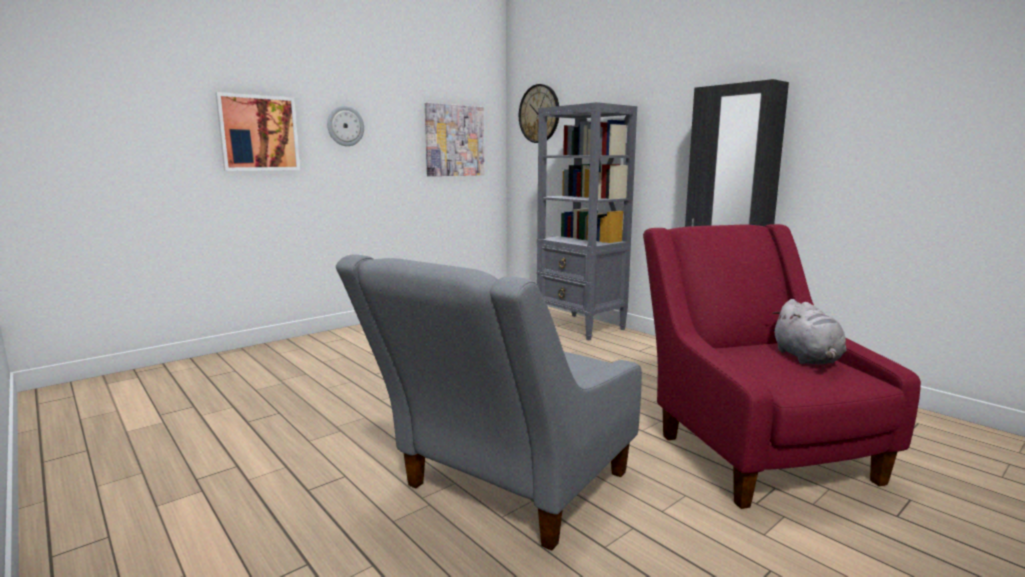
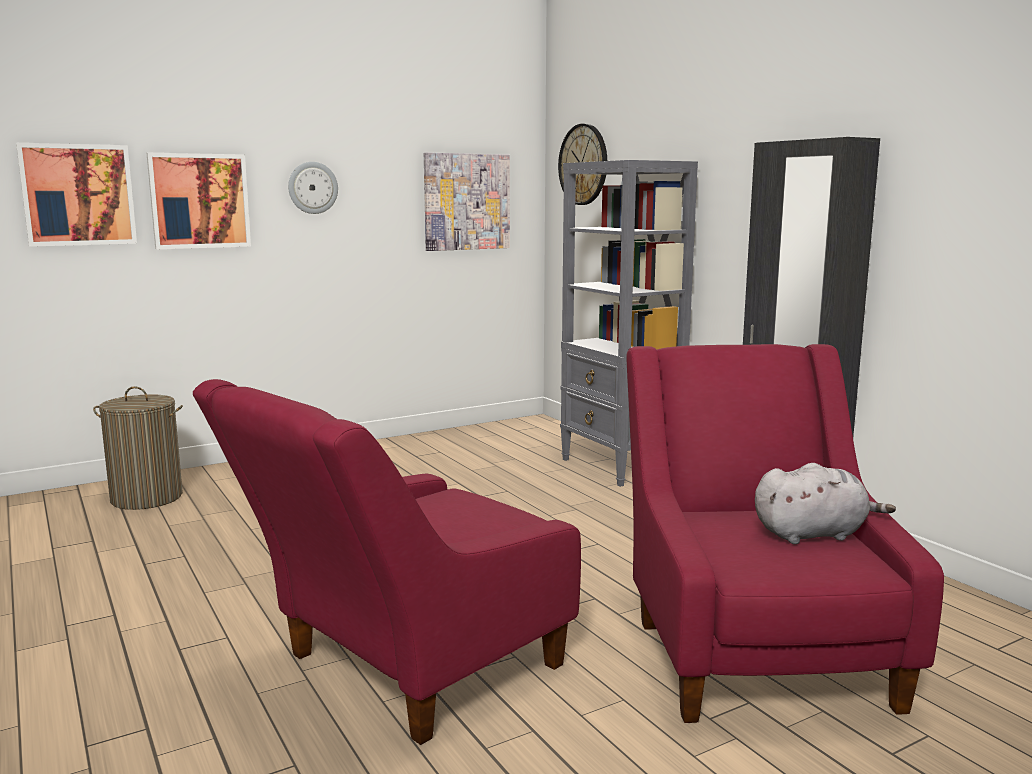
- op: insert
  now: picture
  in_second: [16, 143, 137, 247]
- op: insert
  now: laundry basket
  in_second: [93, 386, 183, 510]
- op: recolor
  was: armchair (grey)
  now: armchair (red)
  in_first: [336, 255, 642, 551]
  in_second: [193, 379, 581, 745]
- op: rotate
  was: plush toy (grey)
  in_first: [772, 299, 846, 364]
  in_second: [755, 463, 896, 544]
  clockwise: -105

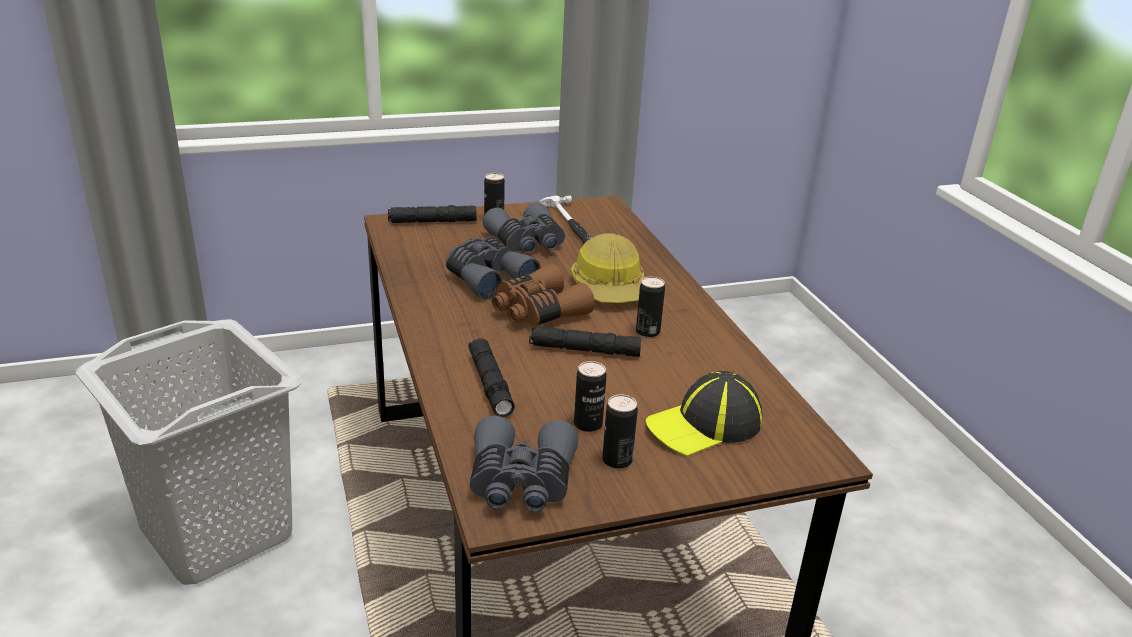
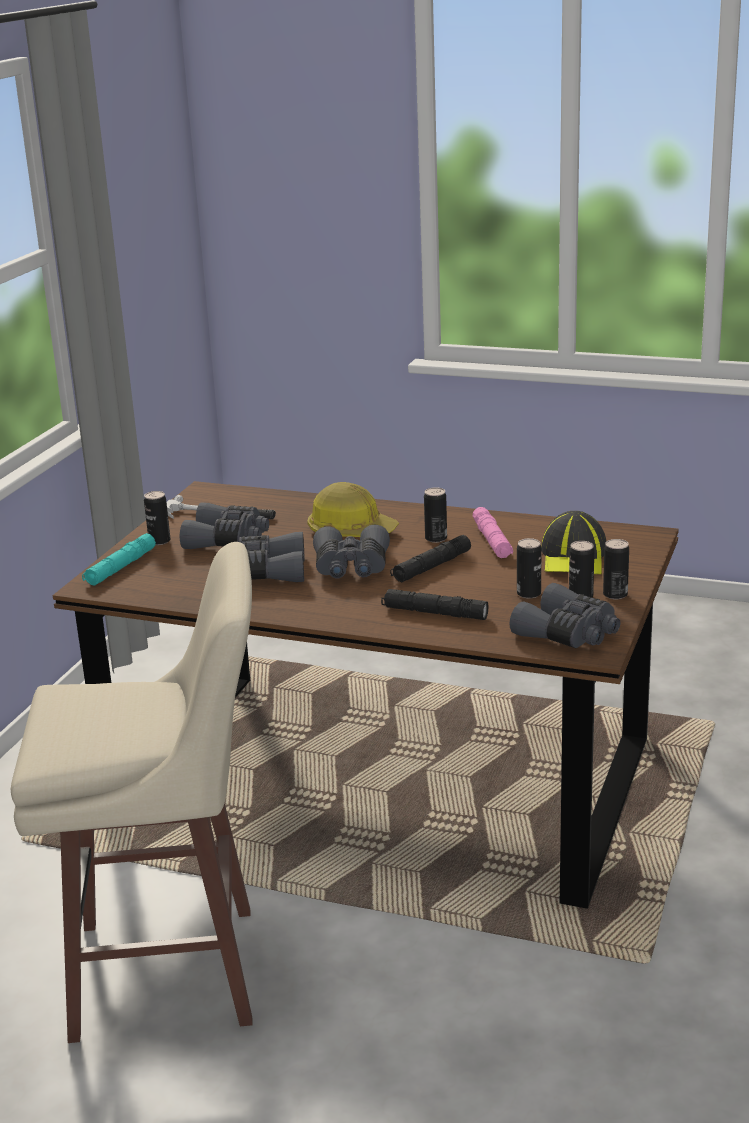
- op: insert
  now: flashlight (pink)
  in_second: [473, 507, 513, 558]
- op: insert
  now: can
  in_second: [603, 539, 629, 599]
- op: replace
  was: laundry basket (grey)
  now: stool (beige)
  in_first: [76, 319, 302, 585]
  in_second: [11, 542, 253, 1043]
- op: recolor
  was: flashlight (black)
  now: flashlight (turquoise)
  in_first: [388, 205, 477, 223]
  in_second: [82, 533, 156, 586]
- op: recolor
  was: binoculars (brown)
  now: binoculars (grey)
  in_first: [492, 264, 595, 326]
  in_second: [313, 525, 390, 578]

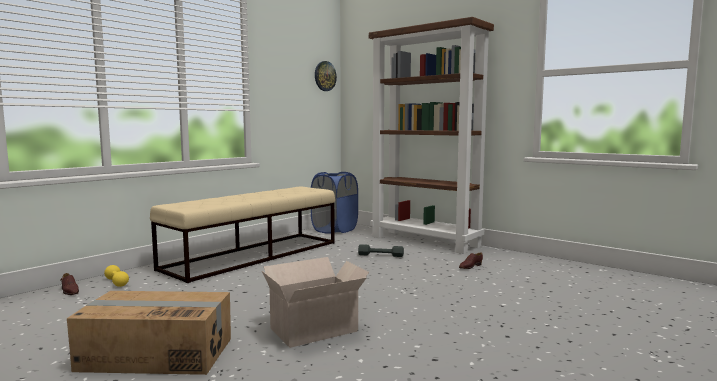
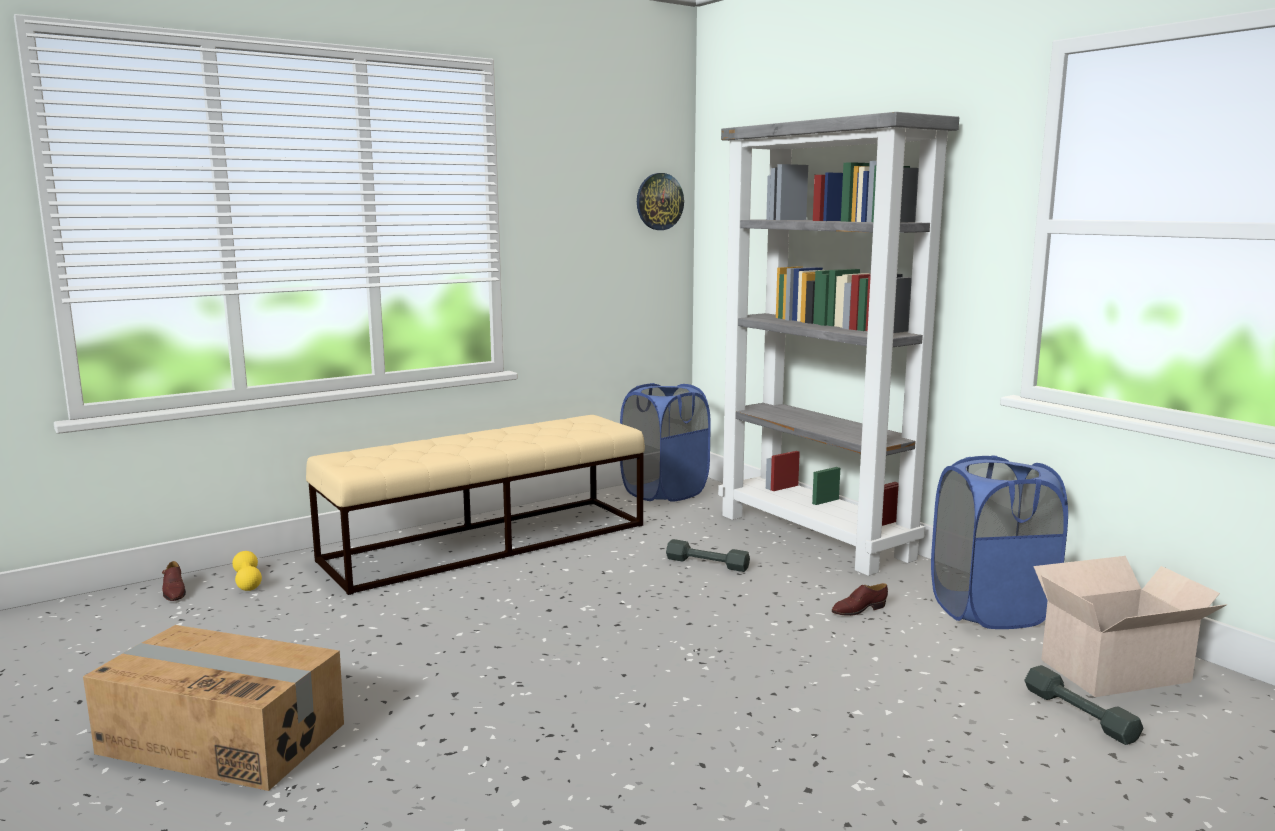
- op: insert
  now: laundry basket (blue)
  in_second: [931, 455, 1068, 629]
- op: insert
  now: dumbbell (grey)
  in_second: [1024, 665, 1143, 745]
- op: move
  was: cardboard box
  in_first: [262, 257, 369, 348]
  in_second: [1033, 556, 1227, 697]
- op: recolor
  was: bookcase (brown)
  now: bookcase (grey)
  in_first: [369, 17, 494, 254]
  in_second: [718, 112, 959, 576]

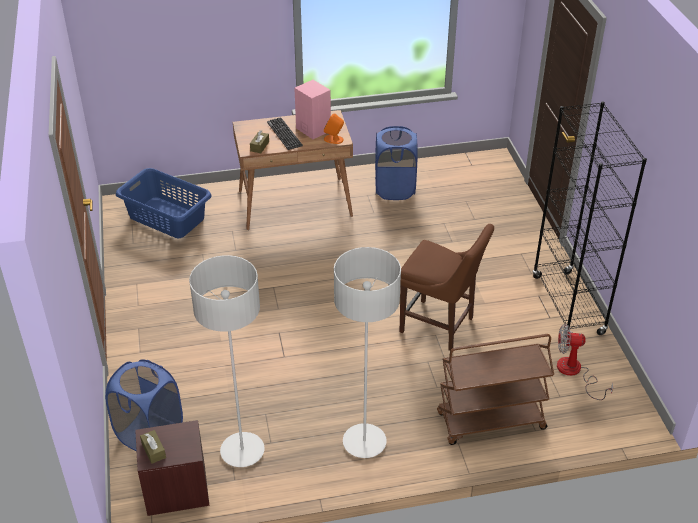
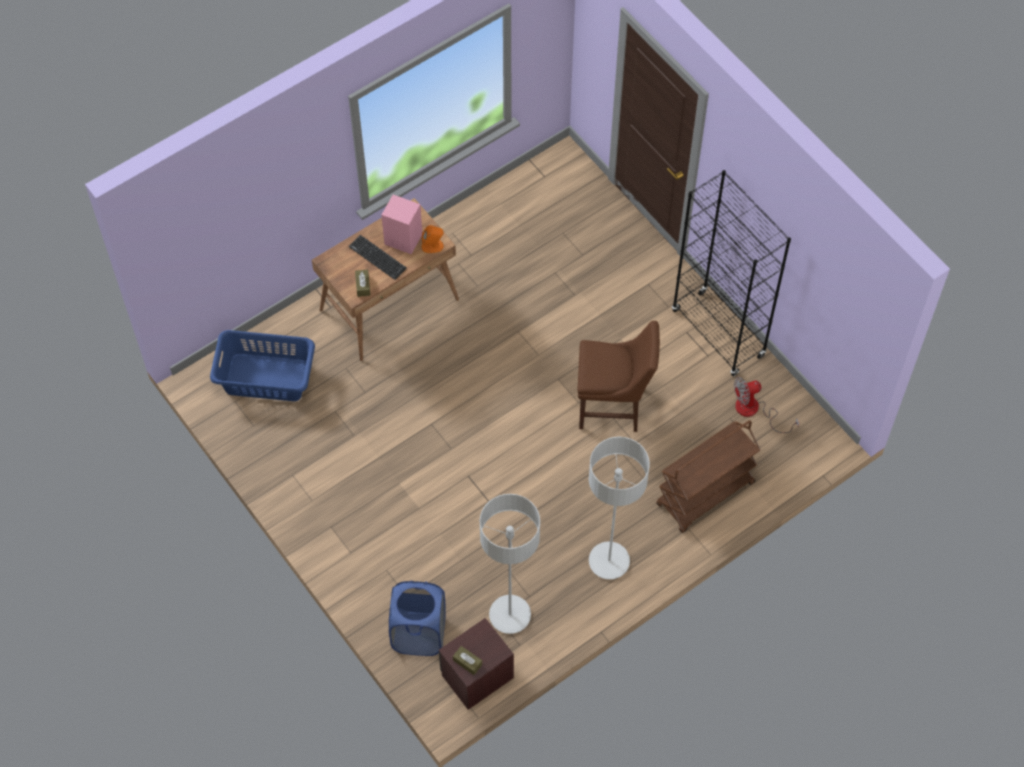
- op: delete
  was: laundry basket (blue)
  in_first: [375, 126, 418, 200]

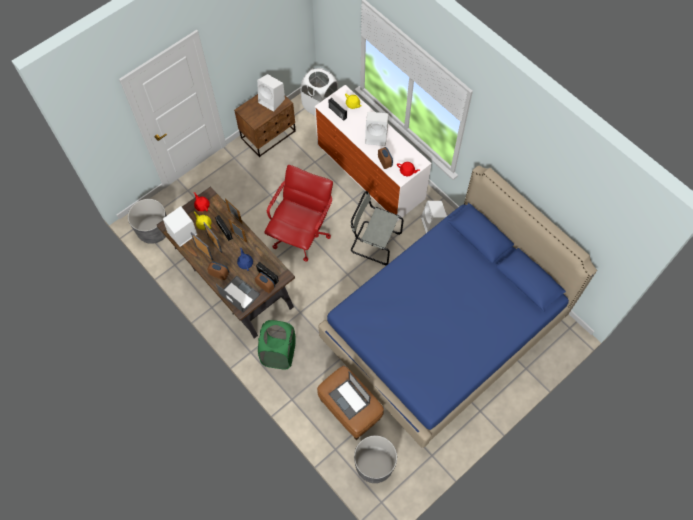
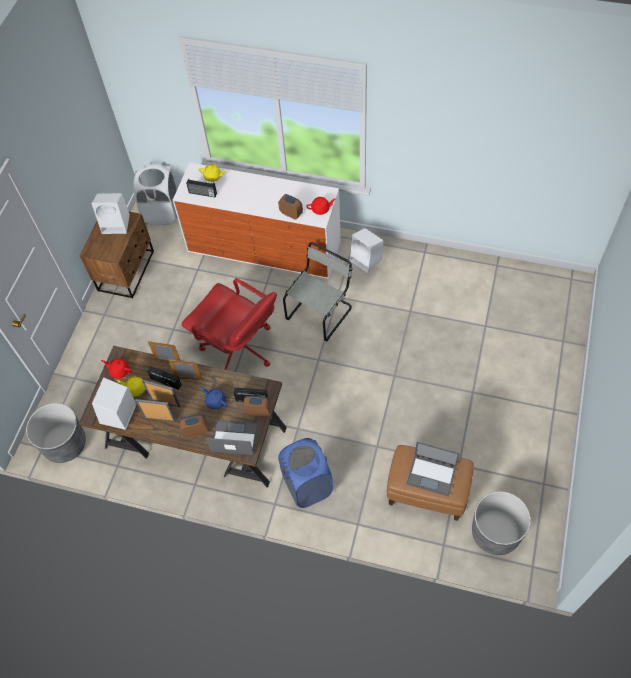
- op: delete
  was: bed (blue)
  in_first: [318, 166, 597, 448]
- op: delete
  was: speaker (white)
  in_first: [365, 112, 389, 146]
- op: recolor
  was: laundry basket (green)
  now: laundry basket (blue)
  in_first: [258, 320, 296, 370]
  in_second: [278, 438, 333, 508]
- op: rotate
  was: office chair (red)
  in_first: [264, 165, 333, 262]
  in_second: [182, 278, 277, 370]
  clockwise: 135
- op: rotate
  was: chair (grey)
  in_first: [351, 191, 404, 265]
  in_second: [283, 242, 352, 342]
  clockwise: 135

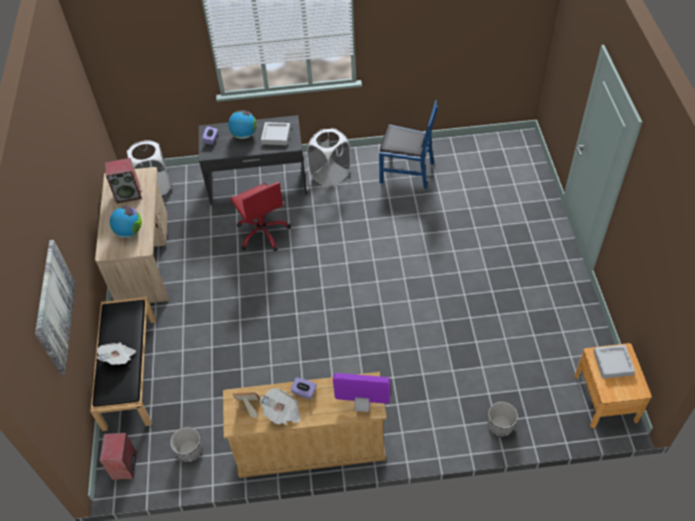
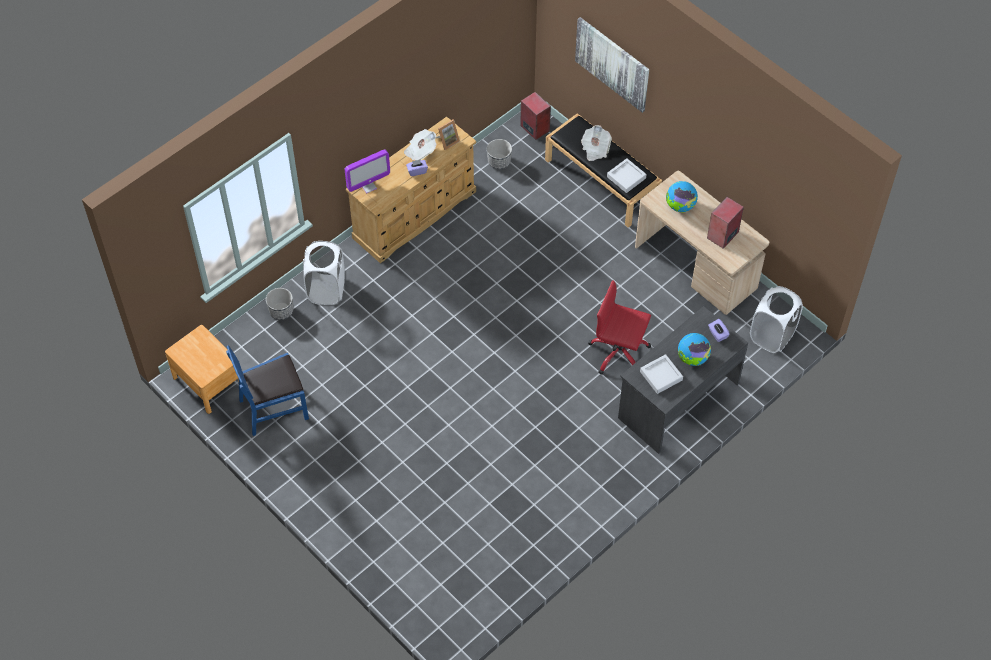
- op: move
  was: laundry basket (white)
  in_first: [307, 128, 351, 187]
  in_second: [303, 241, 345, 305]
- op: move
  was: chair (blue)
  in_first: [379, 100, 438, 189]
  in_second: [226, 345, 309, 436]
- op: move
  was: tray (grey)
  in_first: [593, 345, 635, 379]
  in_second: [607, 158, 647, 193]

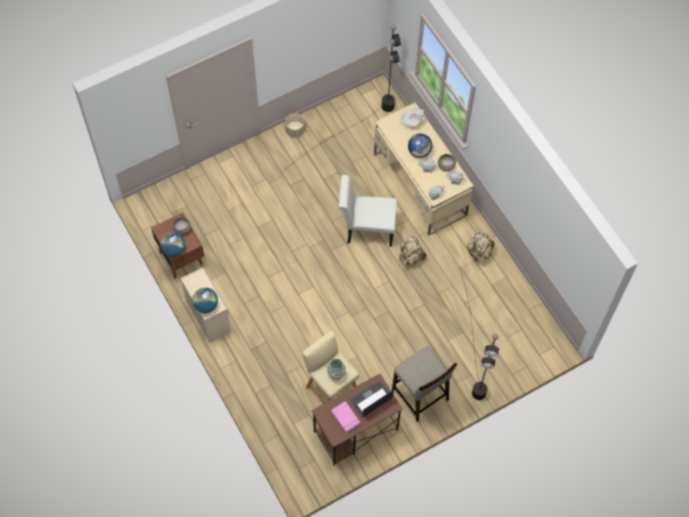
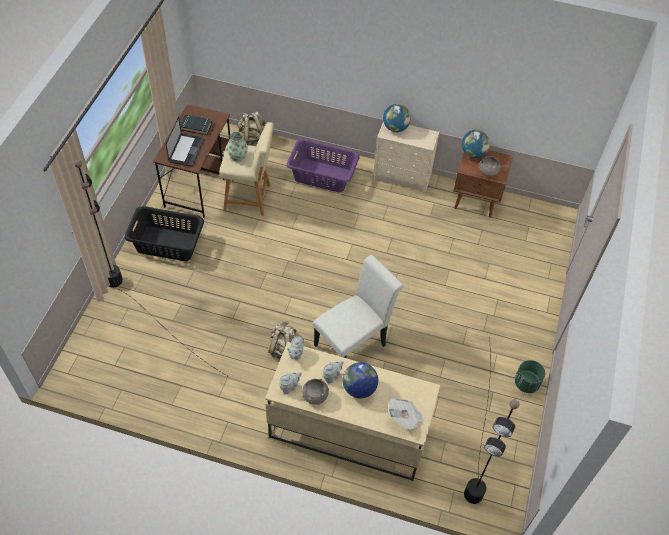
- op: insert
  now: laundry basket (purple)
  in_second: [286, 139, 360, 193]
- op: move
  was: backpack (beige)
  in_first: [467, 233, 494, 262]
  in_second: [238, 111, 265, 145]
- op: replace
  was: stool (beige)
  now: laundry basket (black)
  in_first: [392, 346, 457, 422]
  in_second: [125, 206, 204, 261]
- op: recolor
  was: planter (beige)
  now: planter (green)
  in_first: [285, 113, 305, 138]
  in_second: [515, 360, 545, 393]
- op: recolor
  was: book (pink)
  now: book (black)
  in_first: [331, 401, 360, 433]
  in_second: [180, 114, 212, 135]

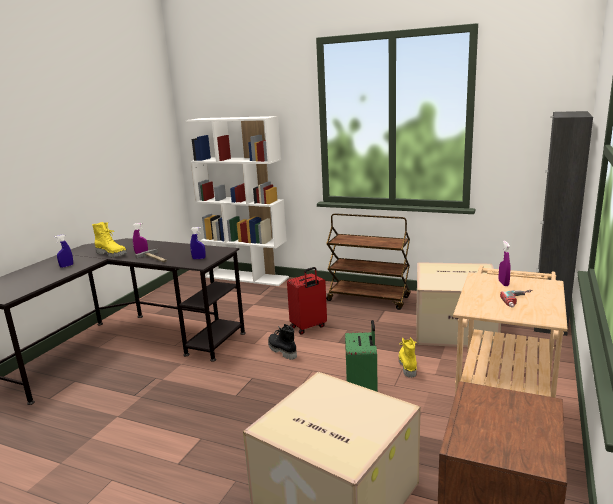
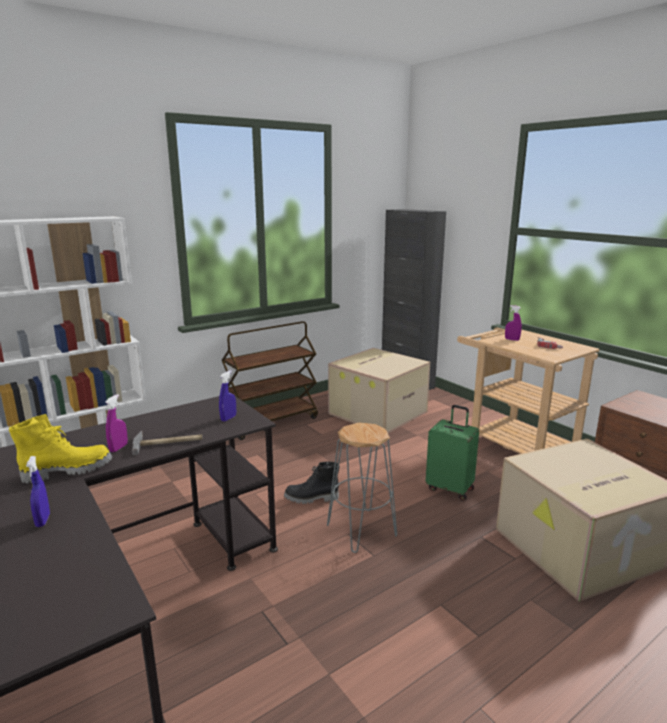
- op: delete
  was: suitcase (red)
  in_first: [287, 267, 327, 335]
- op: delete
  was: boot (yellow)
  in_first: [399, 337, 417, 378]
- op: insert
  now: stool (grey)
  in_second: [327, 422, 397, 553]

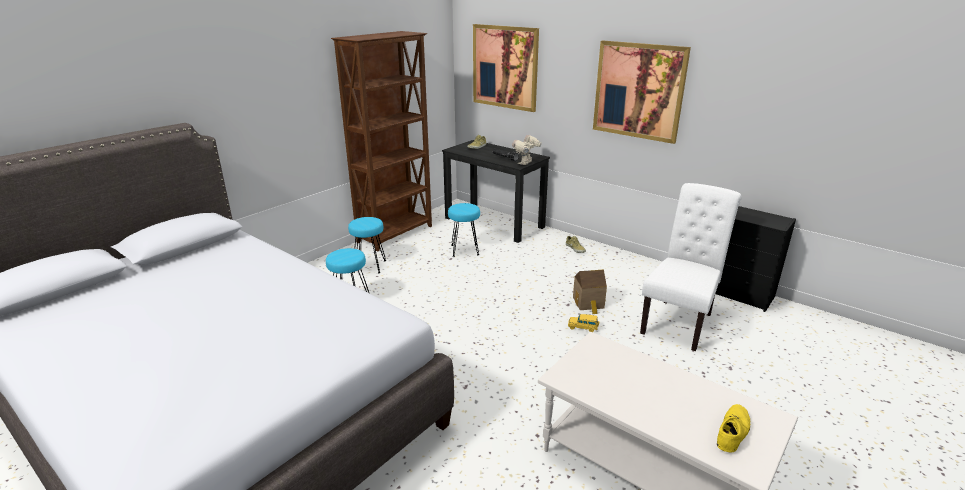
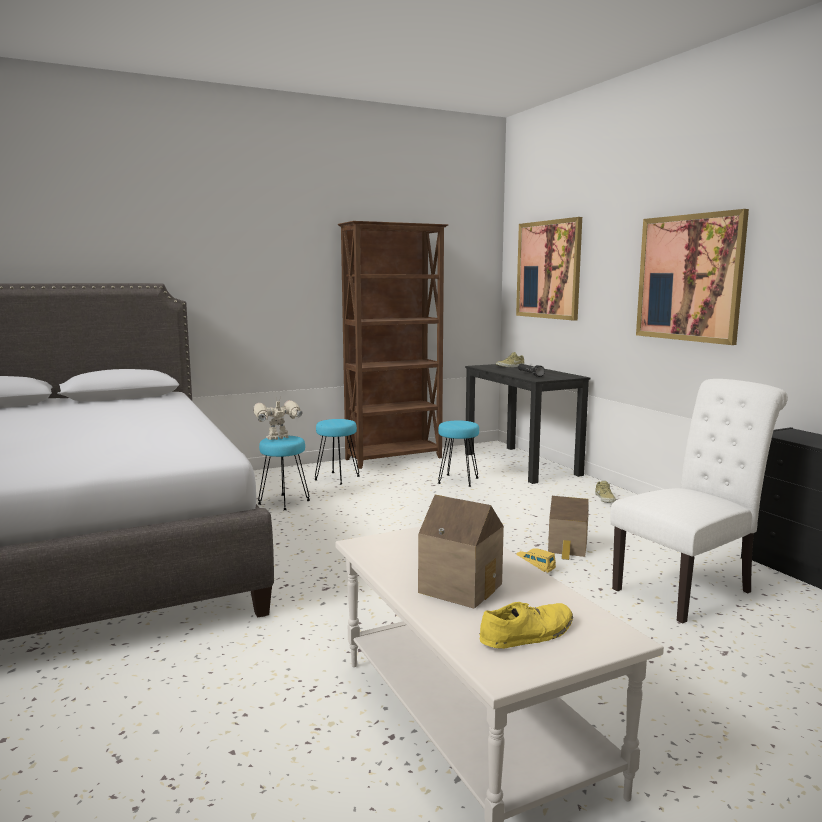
- op: insert
  now: toy house
  in_second: [418, 495, 504, 609]
- op: move
  was: toy robot
  in_first: [512, 135, 542, 165]
  in_second: [253, 397, 303, 440]

